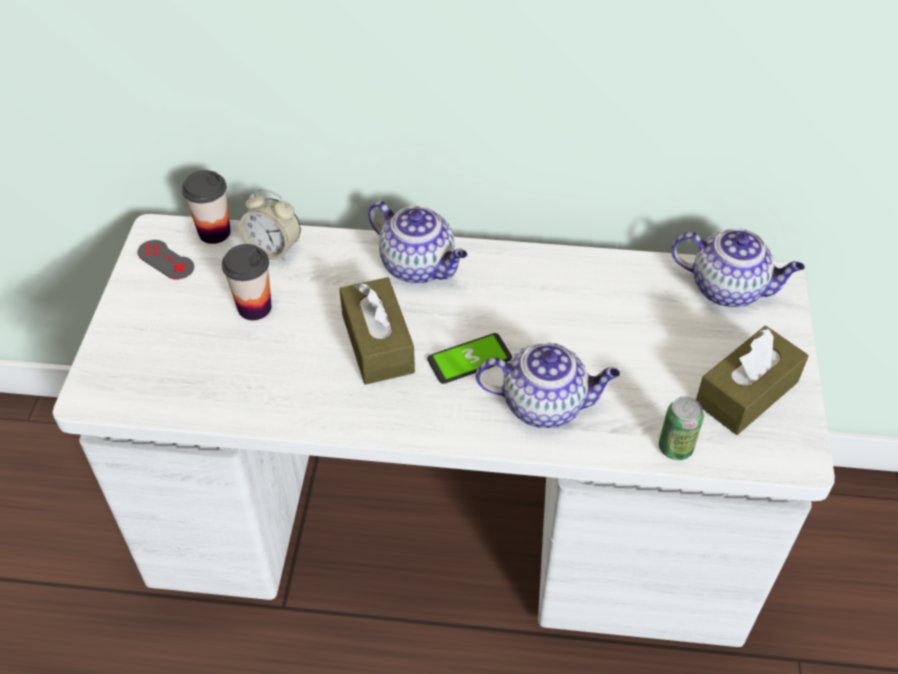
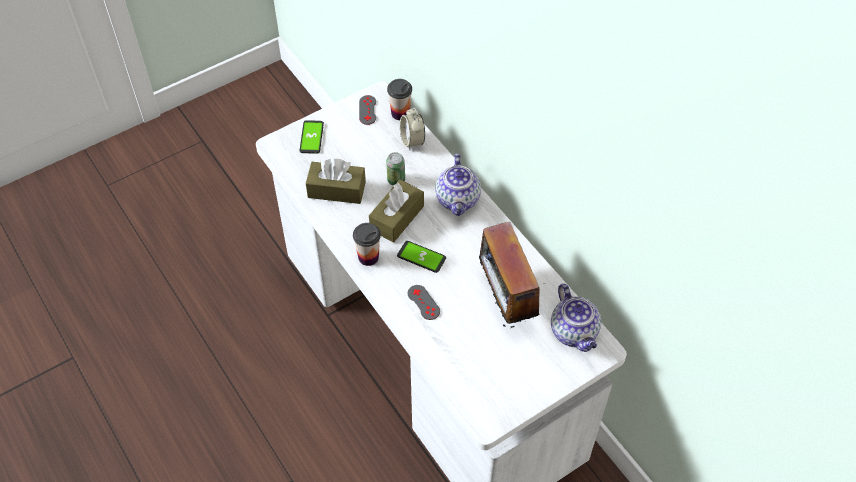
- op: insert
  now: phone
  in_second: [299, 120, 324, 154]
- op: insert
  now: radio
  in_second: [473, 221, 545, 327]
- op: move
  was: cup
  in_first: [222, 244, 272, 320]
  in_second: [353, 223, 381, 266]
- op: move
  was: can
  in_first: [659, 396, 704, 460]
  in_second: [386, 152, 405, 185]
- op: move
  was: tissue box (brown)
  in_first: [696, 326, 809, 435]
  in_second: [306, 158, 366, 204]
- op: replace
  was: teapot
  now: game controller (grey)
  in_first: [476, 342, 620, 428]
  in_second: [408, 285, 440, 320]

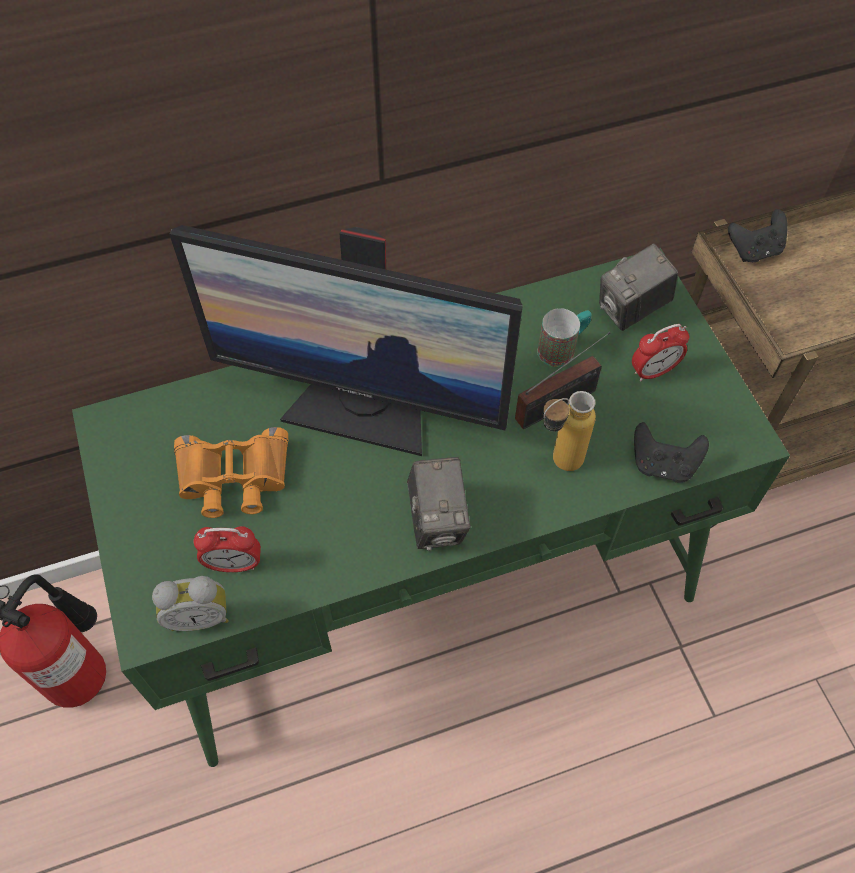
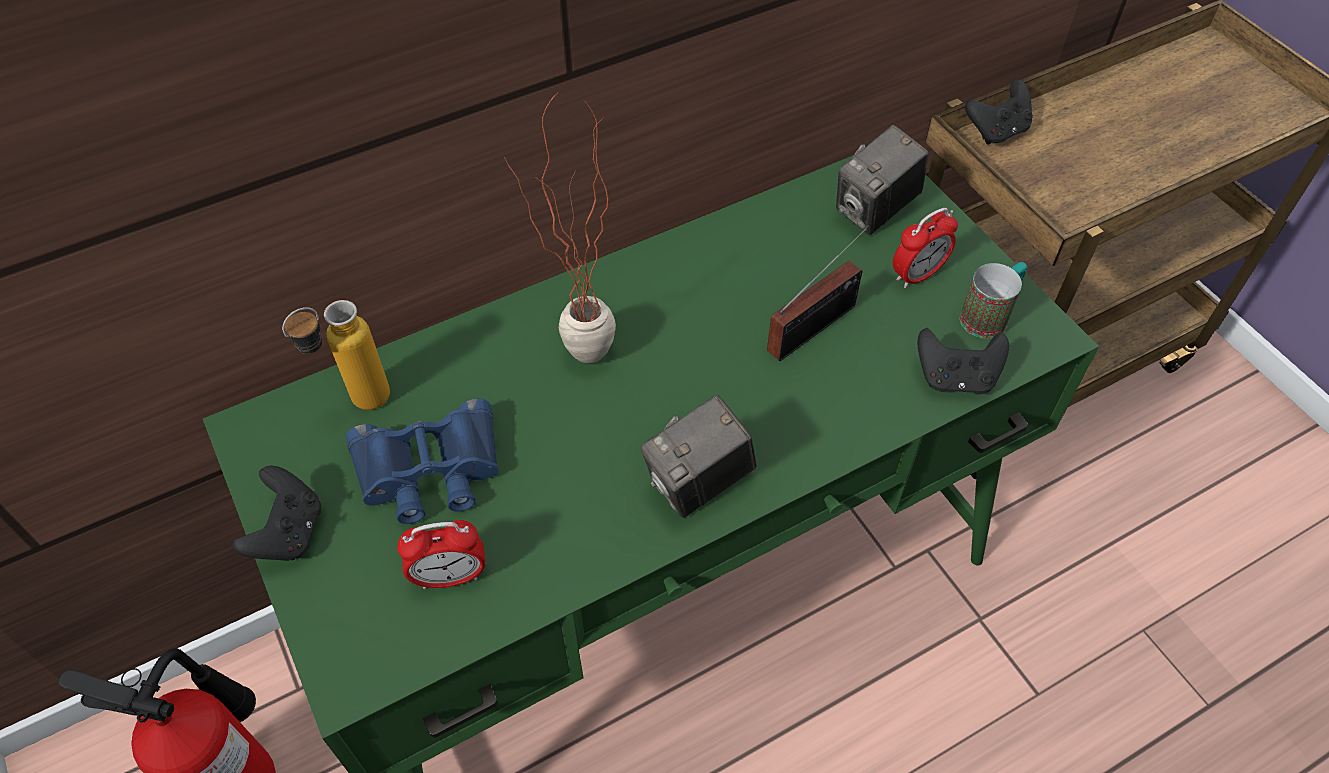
- op: delete
  was: alarm clock
  in_first: [152, 576, 229, 631]
- op: insert
  now: game controller (black)
  in_second: [232, 466, 321, 561]
- op: move
  was: mug
  in_first: [538, 308, 592, 367]
  in_second: [960, 262, 1027, 339]
- op: move
  was: bottle
  in_first: [543, 391, 596, 471]
  in_second: [282, 300, 390, 410]
- op: replace
  was: monitor
  now: potted plant
  in_first: [169, 225, 523, 456]
  in_second: [504, 95, 616, 363]
- op: recolor
  was: binoculars (orange)
  now: binoculars (blue)
  in_first: [174, 427, 288, 518]
  in_second: [346, 398, 499, 524]
- op: rotate
  was: photo camera
  in_first: [407, 457, 471, 551]
  in_second: [641, 395, 757, 518]
  clockwise: 75

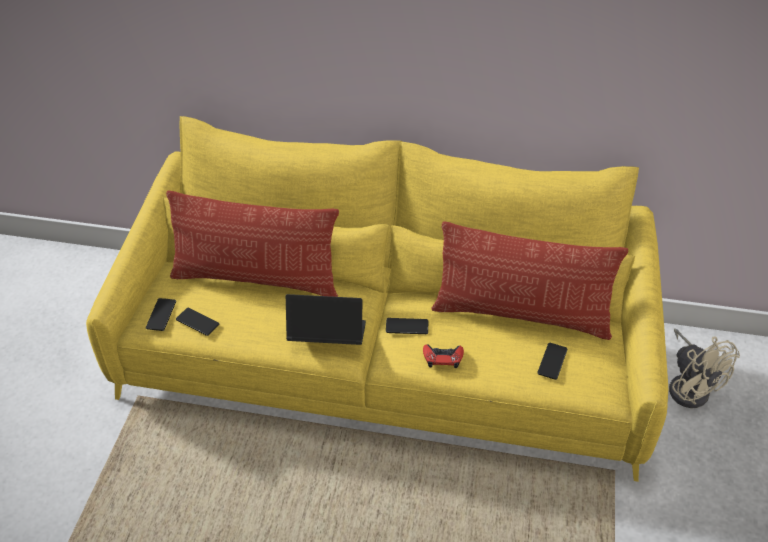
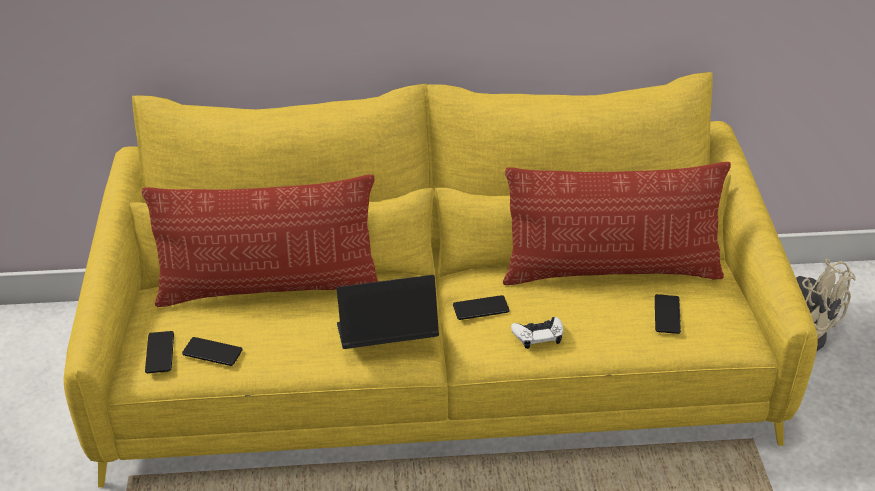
- op: recolor
  was: game controller (red)
  now: game controller (white)
  in_first: [423, 344, 464, 368]
  in_second: [511, 317, 563, 349]

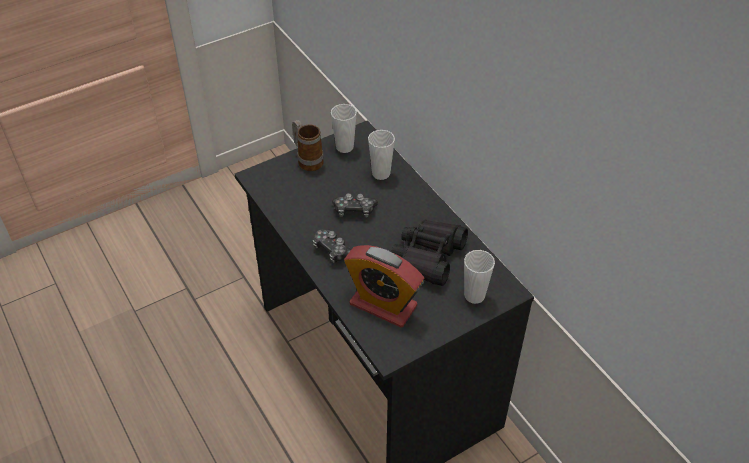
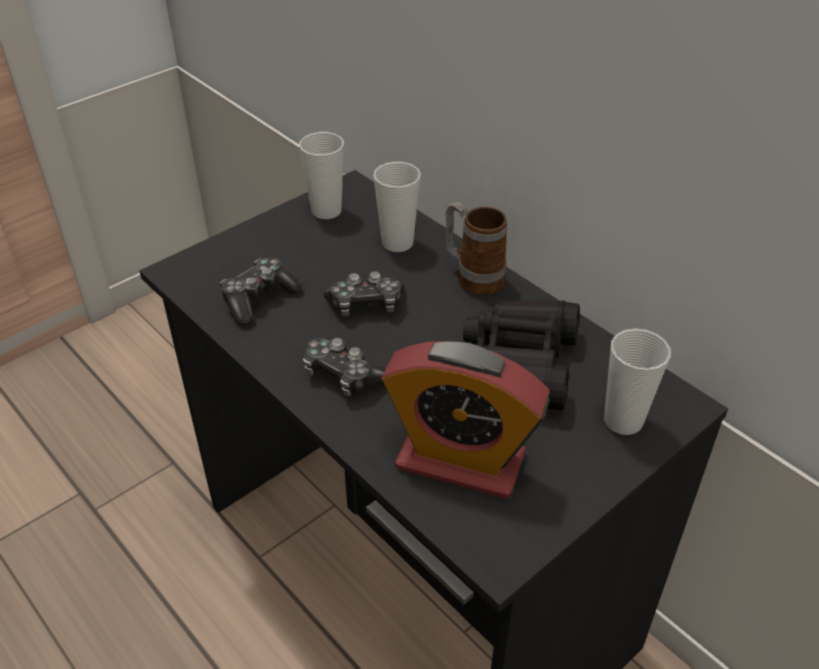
- op: insert
  now: game controller
  in_second: [220, 257, 302, 325]
- op: move
  was: mug
  in_first: [292, 120, 324, 171]
  in_second: [446, 202, 508, 295]

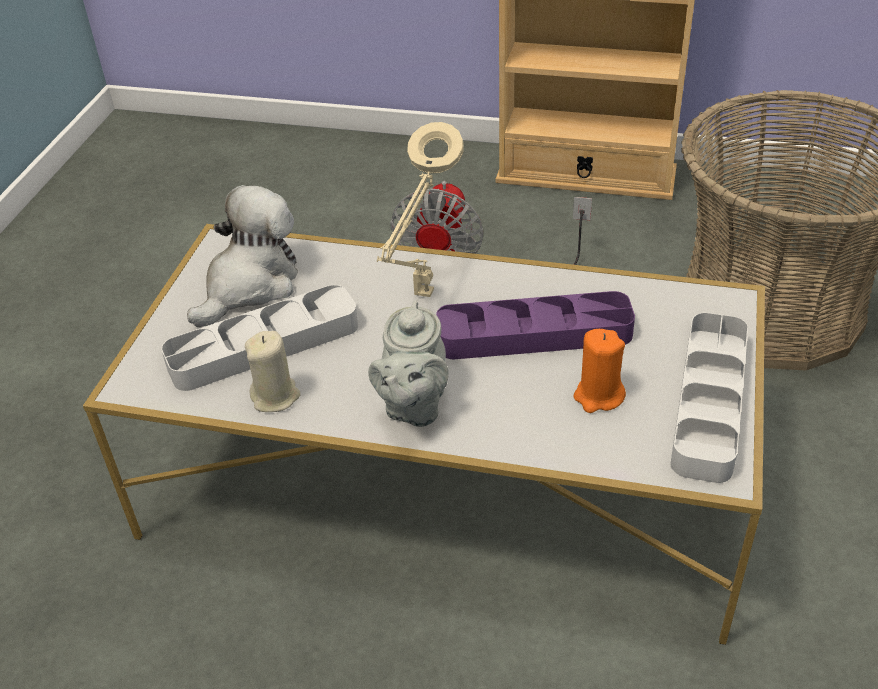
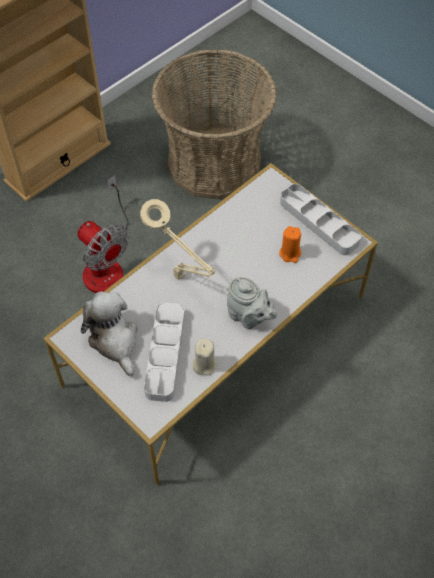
- op: delete
  was: tray (purple)
  in_first: [436, 291, 635, 359]

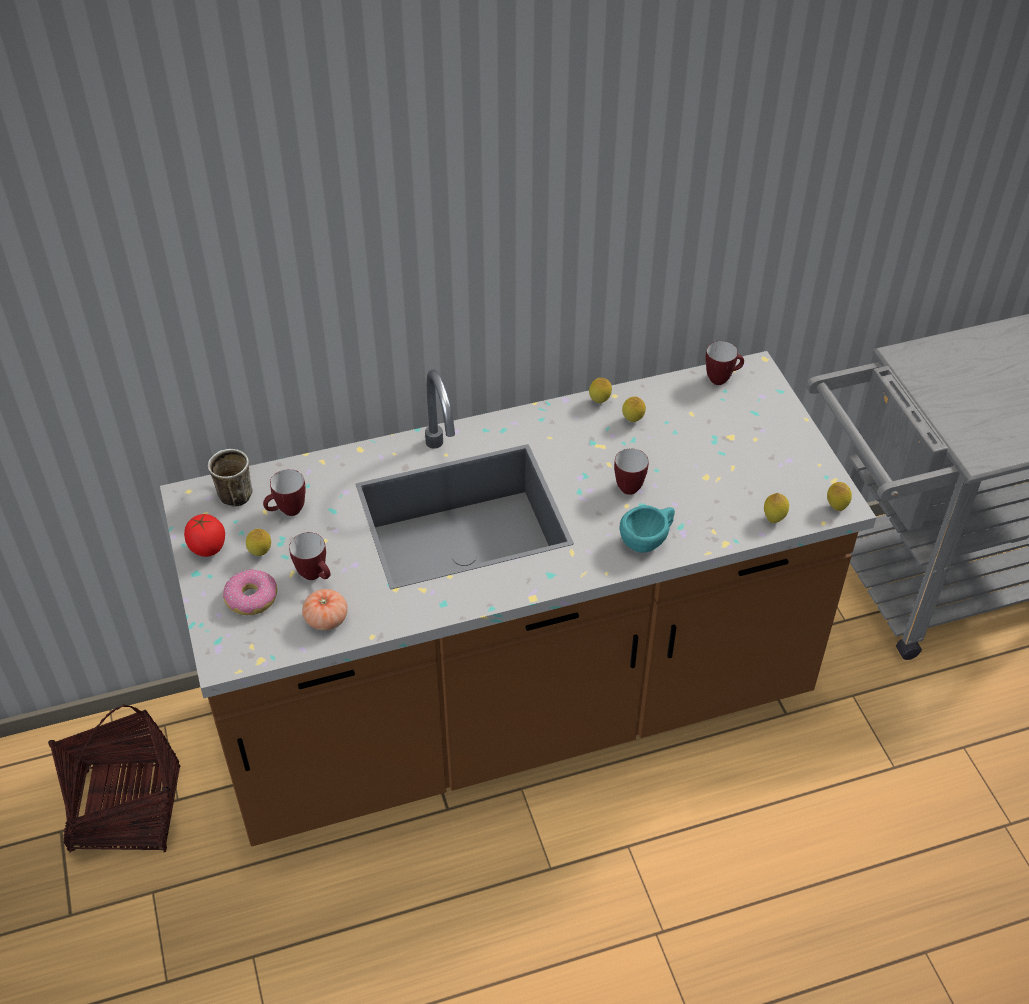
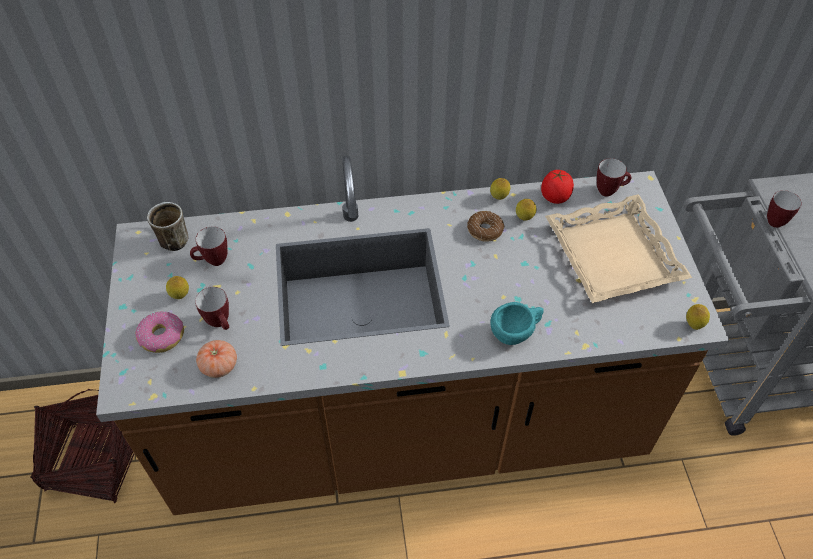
- op: delete
  was: lemon
  in_first: [764, 493, 789, 523]
- op: insert
  now: donut
  in_second: [467, 211, 504, 242]
- op: insert
  now: tray (beige)
  in_second: [545, 194, 692, 303]
- op: move
  was: tomato
  in_first: [184, 514, 225, 557]
  in_second: [541, 170, 574, 204]
- op: move
  was: mug
  in_first: [614, 448, 649, 495]
  in_second: [767, 190, 802, 228]

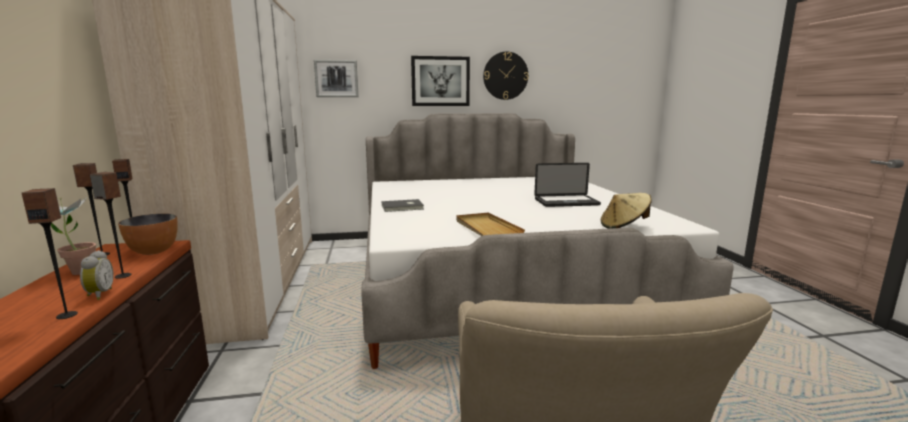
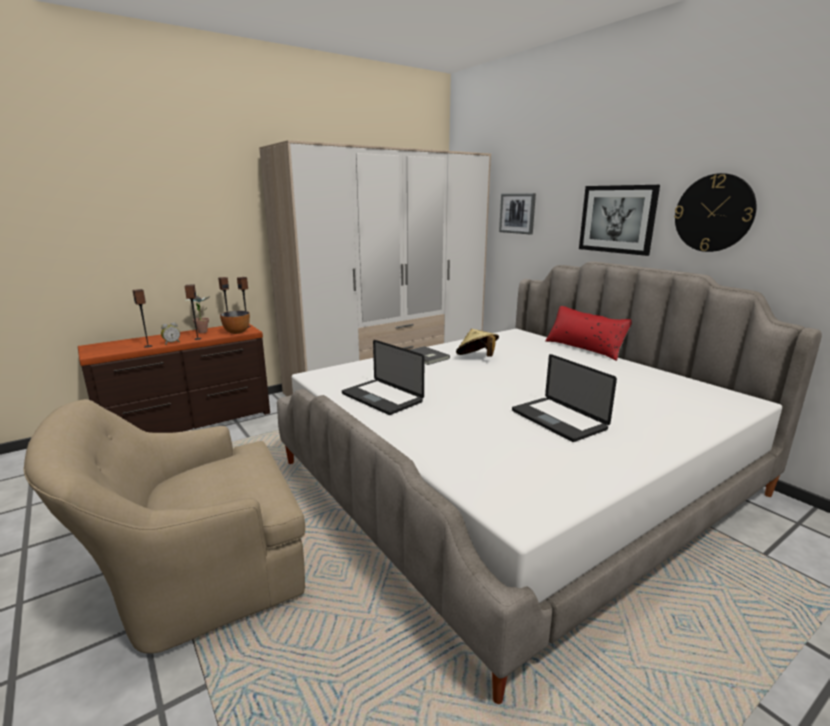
- op: insert
  now: pillow (red)
  in_second: [545, 306, 632, 361]
- op: move
  was: hat (beige)
  in_first: [601, 193, 652, 229]
  in_second: [456, 329, 499, 356]
- op: replace
  was: tray (beige)
  now: laptop
  in_first: [456, 213, 525, 236]
  in_second: [342, 340, 424, 415]

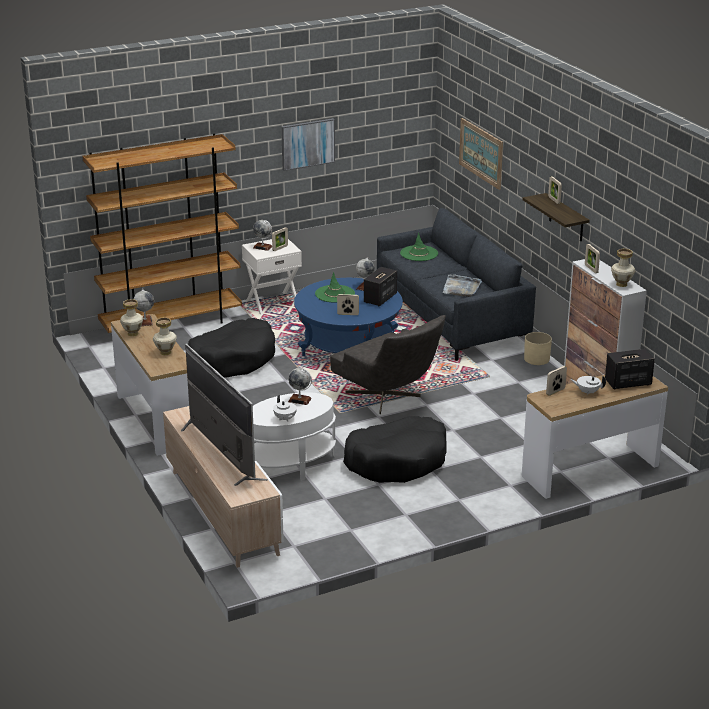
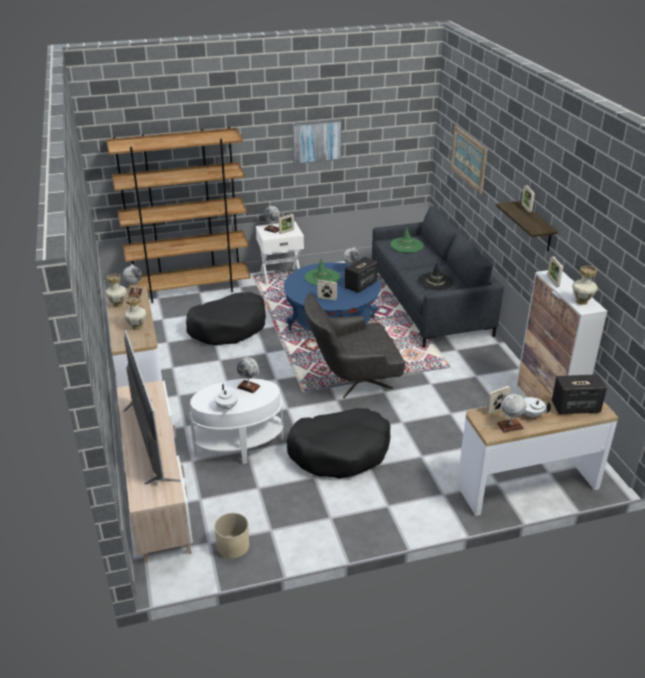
- op: insert
  now: globe
  in_second: [497, 393, 526, 433]
- op: move
  was: planter (beige)
  in_first: [524, 332, 552, 365]
  in_second: [214, 513, 249, 559]
- op: replace
  was: tray (grey)
  now: hat (black)
  in_first: [443, 275, 482, 297]
  in_second: [418, 263, 454, 290]
- op: rotate
  was: armchair (grey)
  in_first: [330, 315, 446, 414]
  in_second: [304, 293, 405, 398]
  clockwise: 105

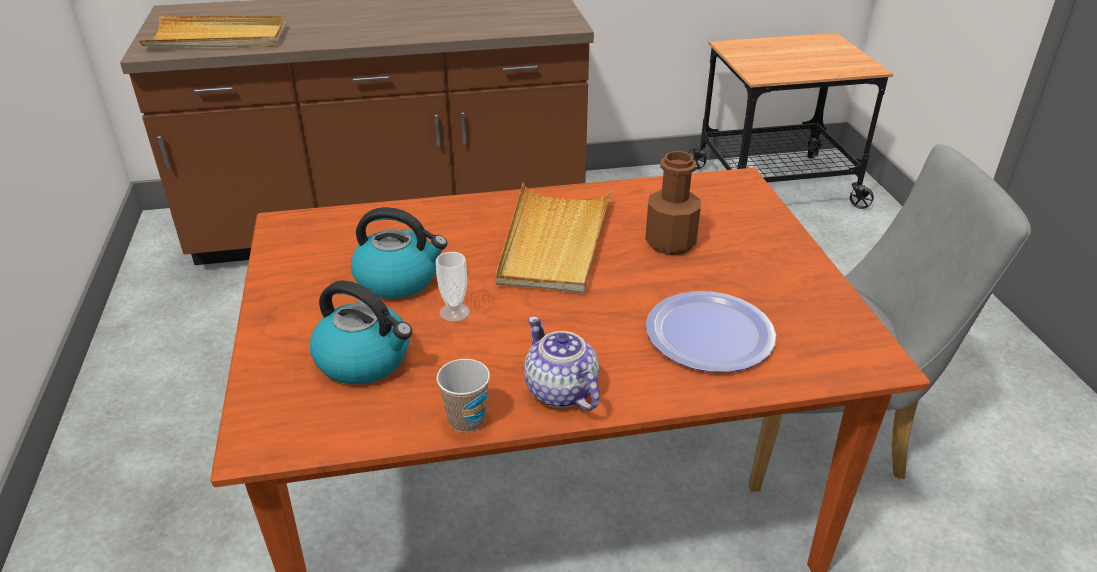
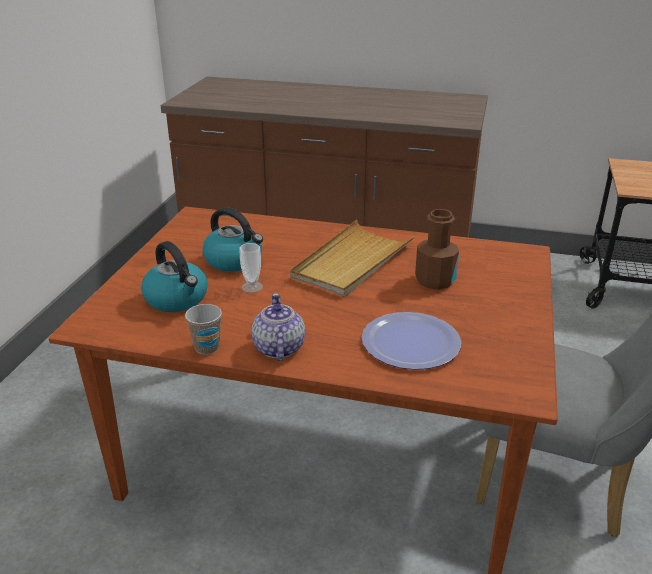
- op: delete
  was: tray (beige)
  in_first: [139, 16, 286, 47]

